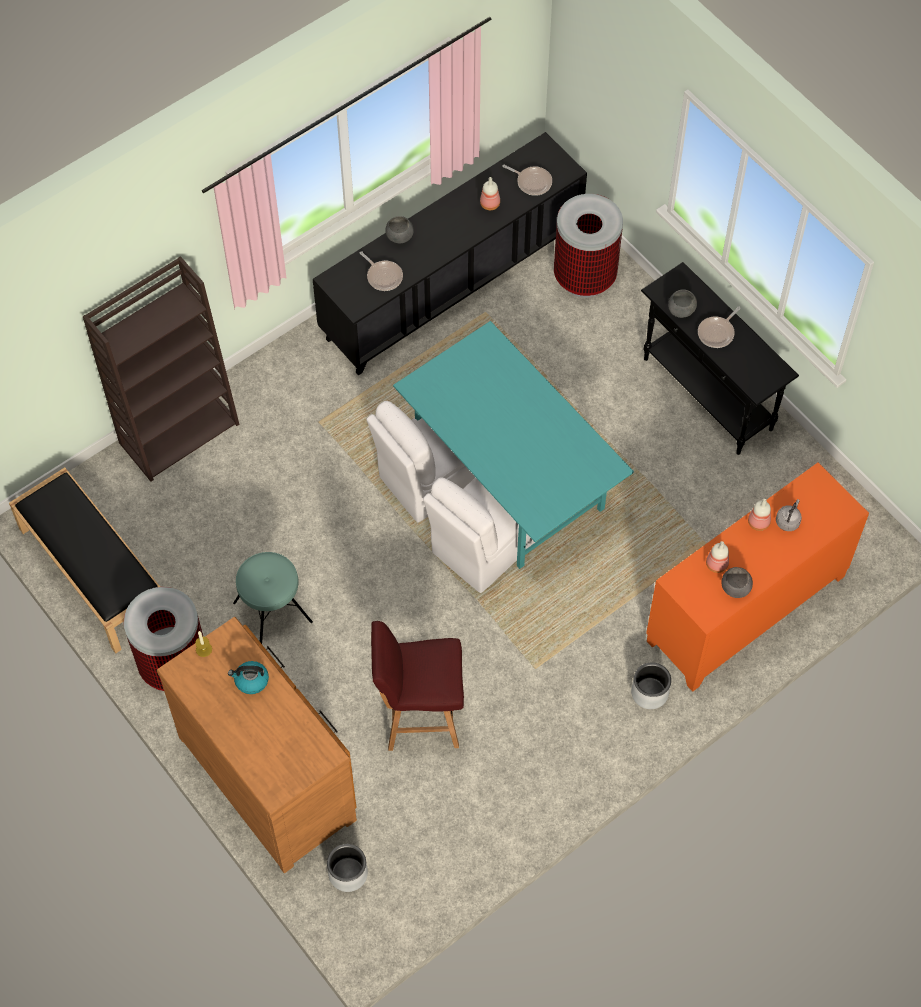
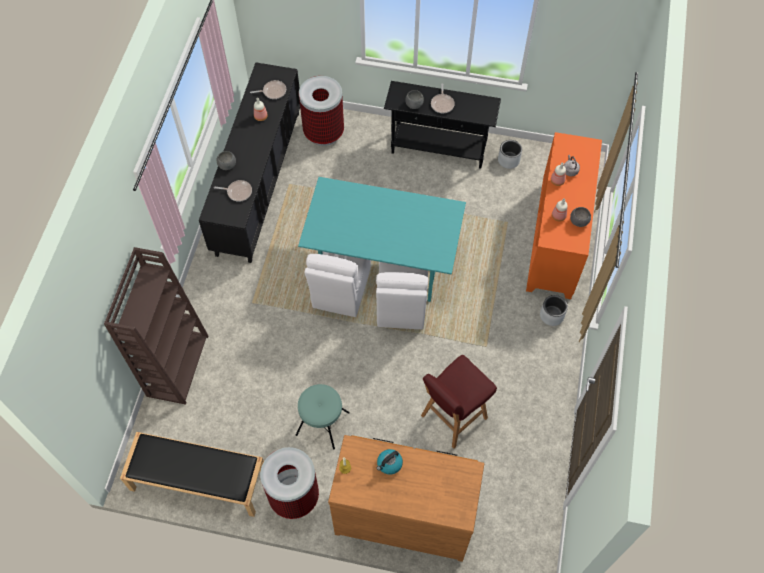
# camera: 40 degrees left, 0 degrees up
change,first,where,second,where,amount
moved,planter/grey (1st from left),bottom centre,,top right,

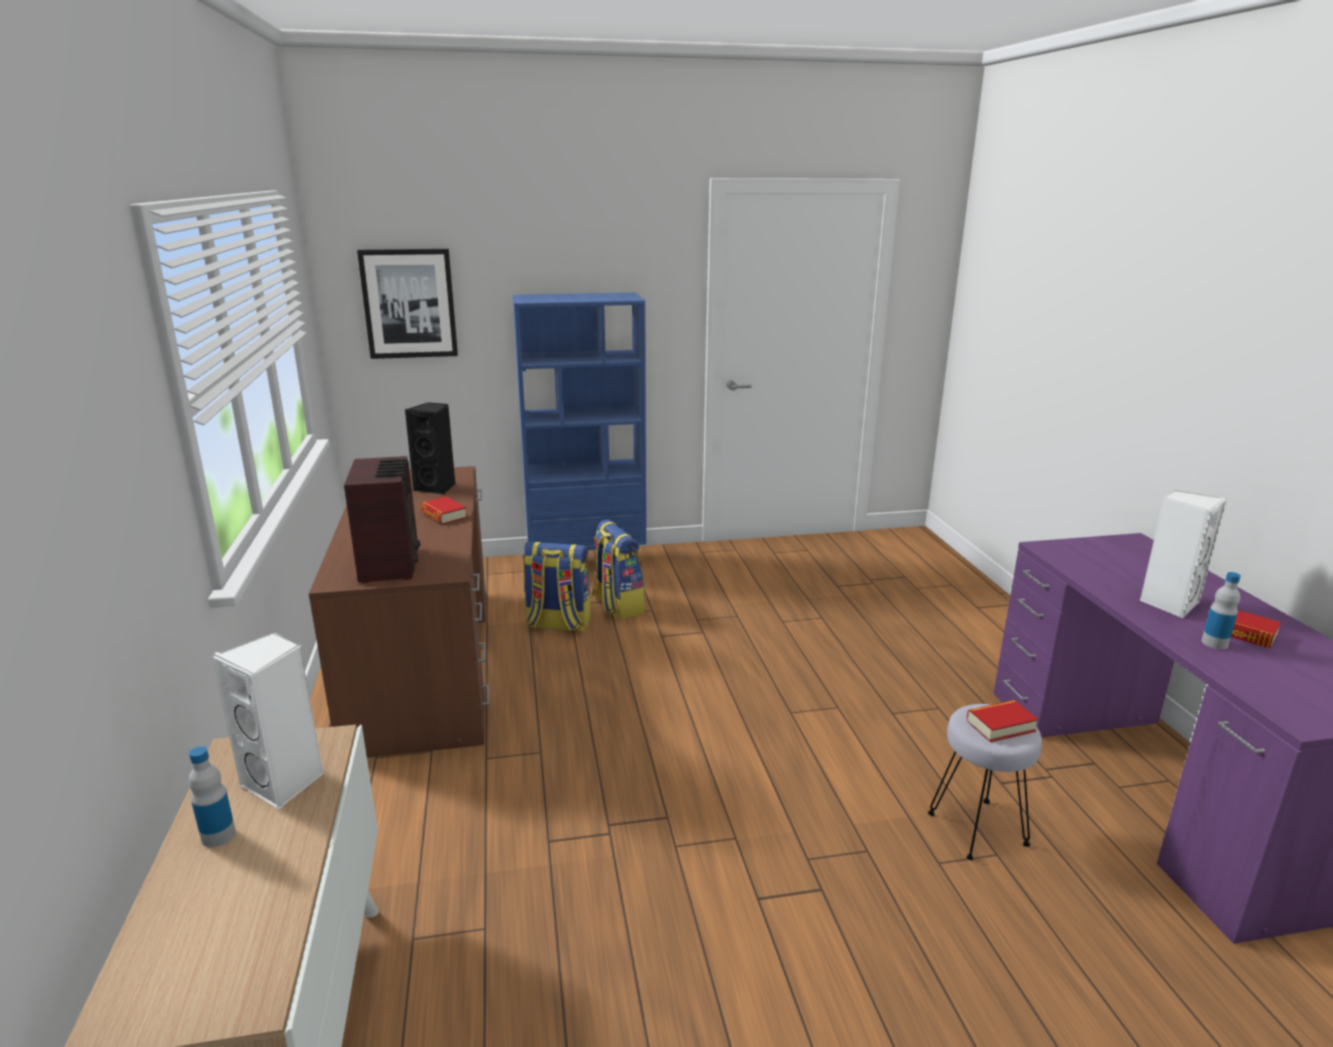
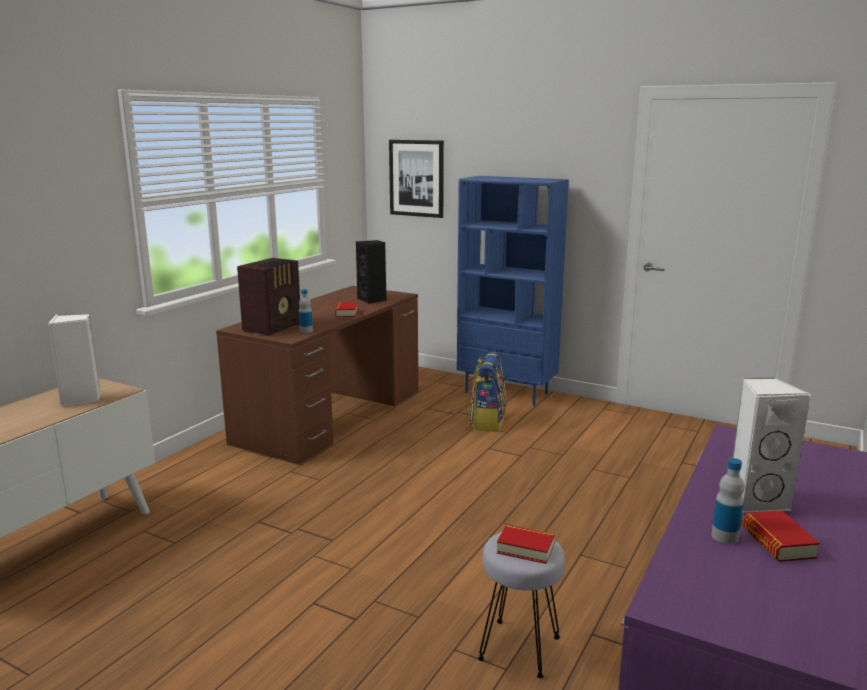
# camera: 40 degrees right, 5 degrees down
change,first,where,second,where,amount
moved,beverage bottle (1st from left),bottom left,,centre,
removed,backpack (1st from left),centre,,,

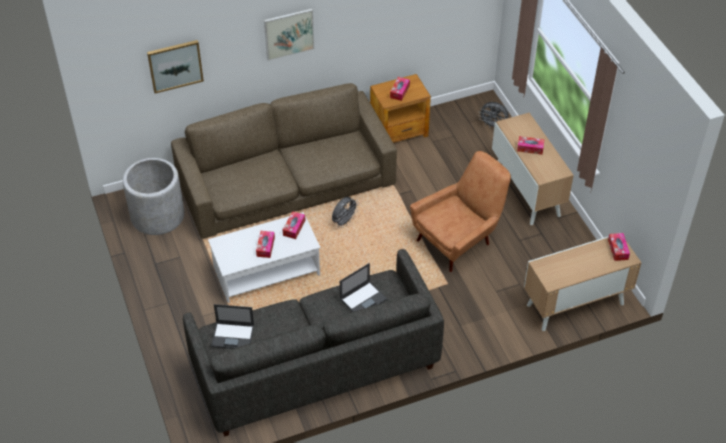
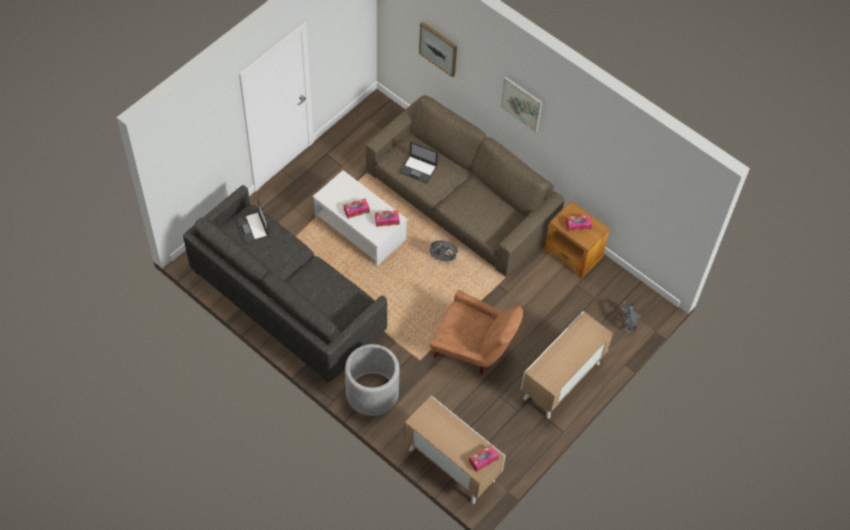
# camera: 60 degrees right, 10 degrees up
change,first,where,second,where,amount
moved,planter/grey,middle left,,bottom centre,
moved,laptop (2nd from left),centre,,top centre,
removed,tissue holder (4th from left),top right,,,

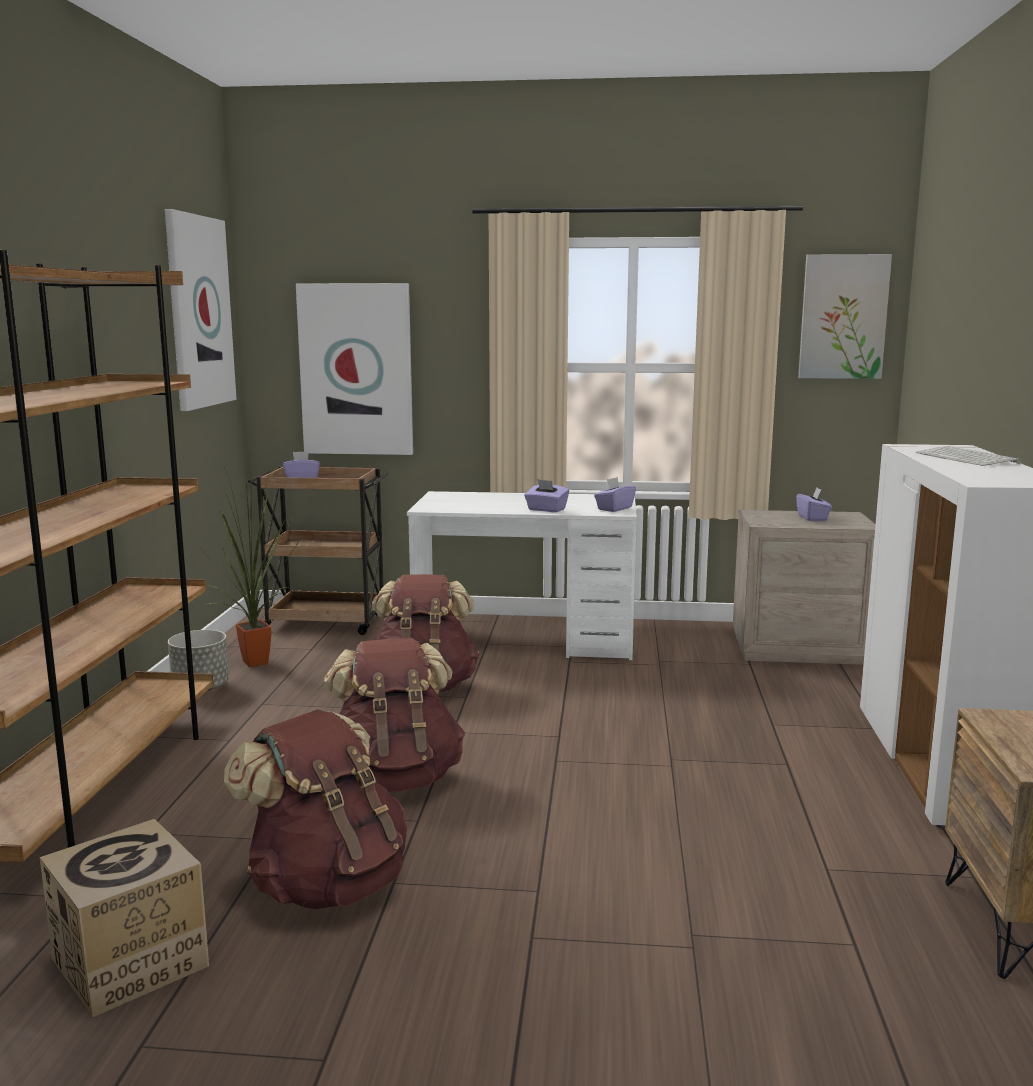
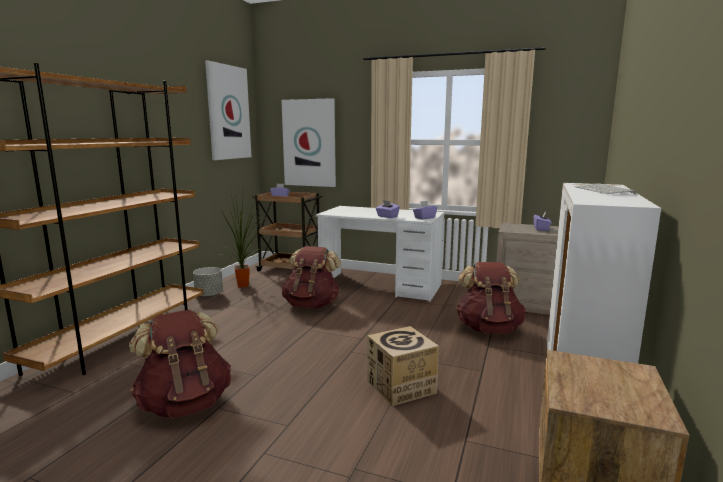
# camera: 15 degrees right, 0 degrees up
change,first,where,second,where,amount
moved,cardboard box,bottom left,,bottom centre,
moved,backpack/brown (2nd from left in the first image),centre,backpack/brown (3rd from left),middle right,
removed,wall art (3rd from left),top right,,,

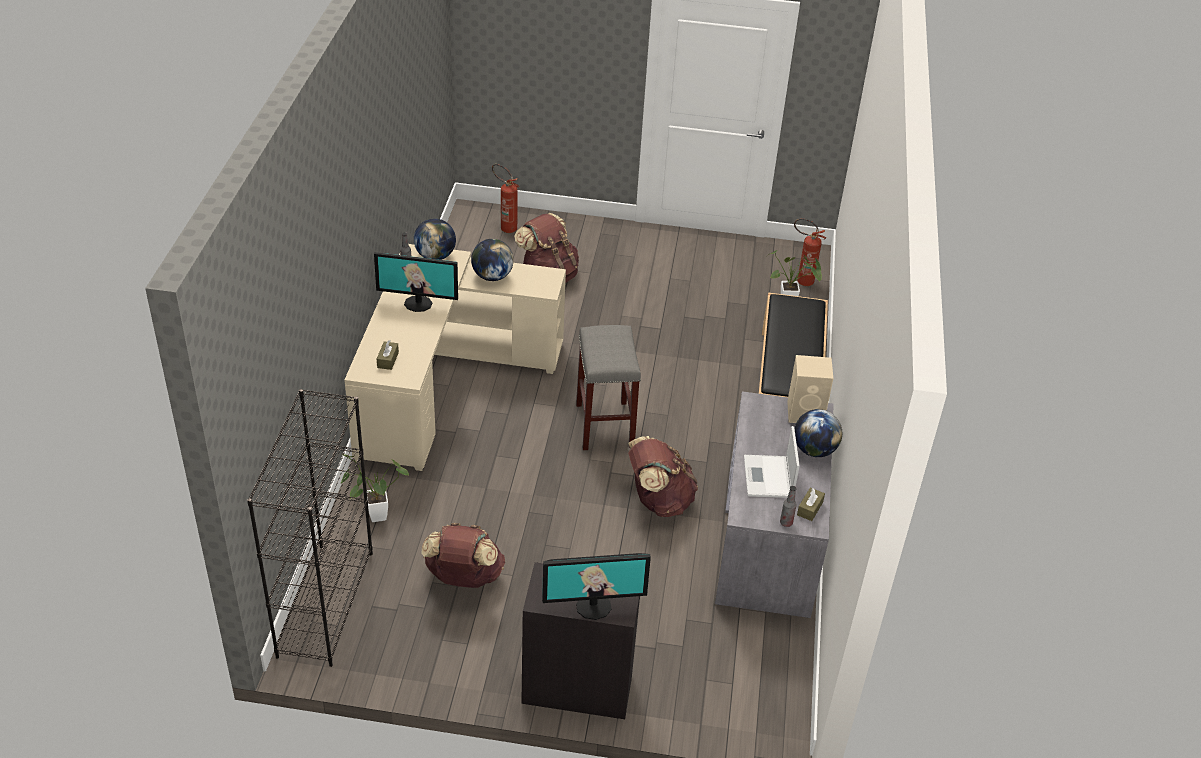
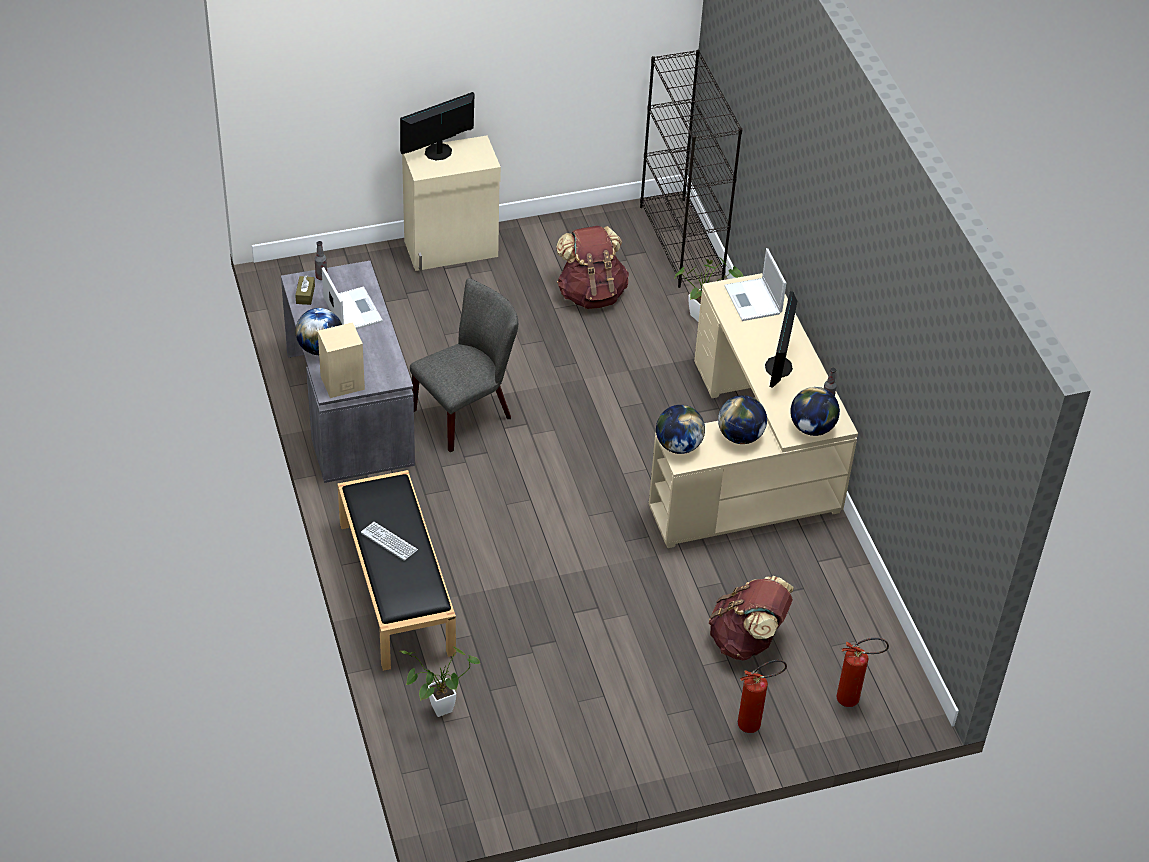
# camera: 155 degrees right, 5 degrees up
change,first,where,second,where,amount
turned,computer screen (1st from left in the first image),centre,computer screen (2nd from left),middle right,60 degrees counterclockwise
replaced,tissue holder/brown (1st from left),middle left,laptop (2nd from left),top centre,
recoloured,cupboard/blackish,bottom centre,cupboard/sand-coloured,top centre,
removed,stool/grey,centre,,,
replaced,backpack/brown (3rd from left),centre,chair/grey,centre,
moved,fire extinguisher (2nd from left in the first image),top right,fire extinguisher (1st from left),bottom centre,
added,,,computer keyboard,centre,
added,,,globe (2nd from left),centre,

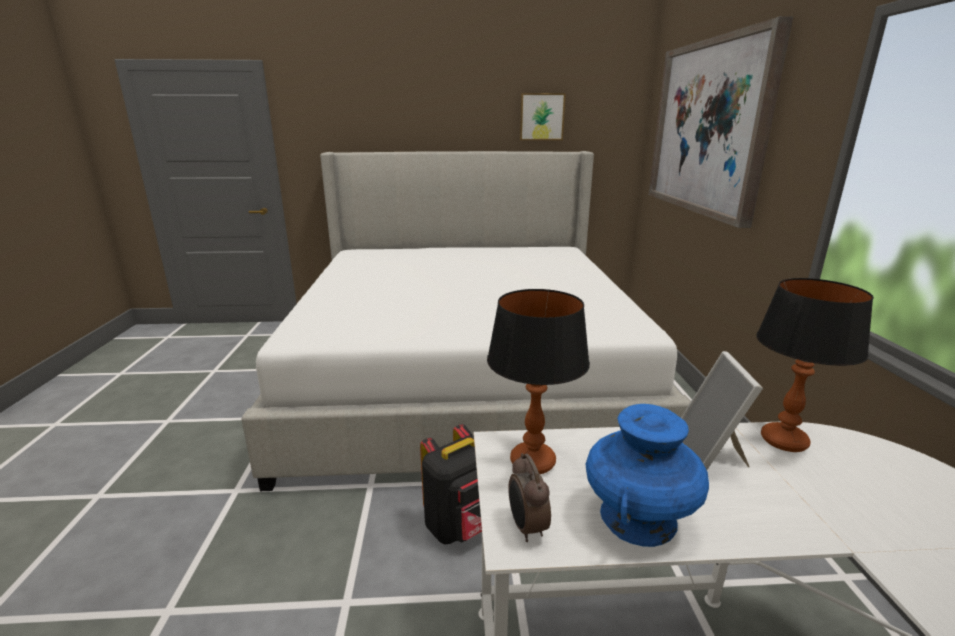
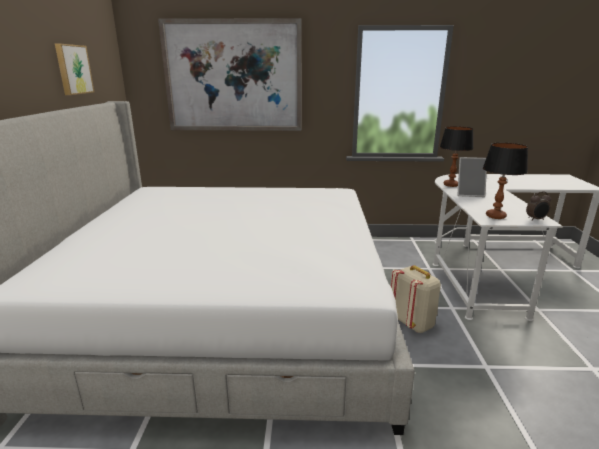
# camera: 85 degrees left, 0 degrees up
change,first,where,second,where,amount
recoloured,backpack/blackish,bottom centre,backpack/sand-coloured,middle right,
removed,vase/blue,bottom right,,,

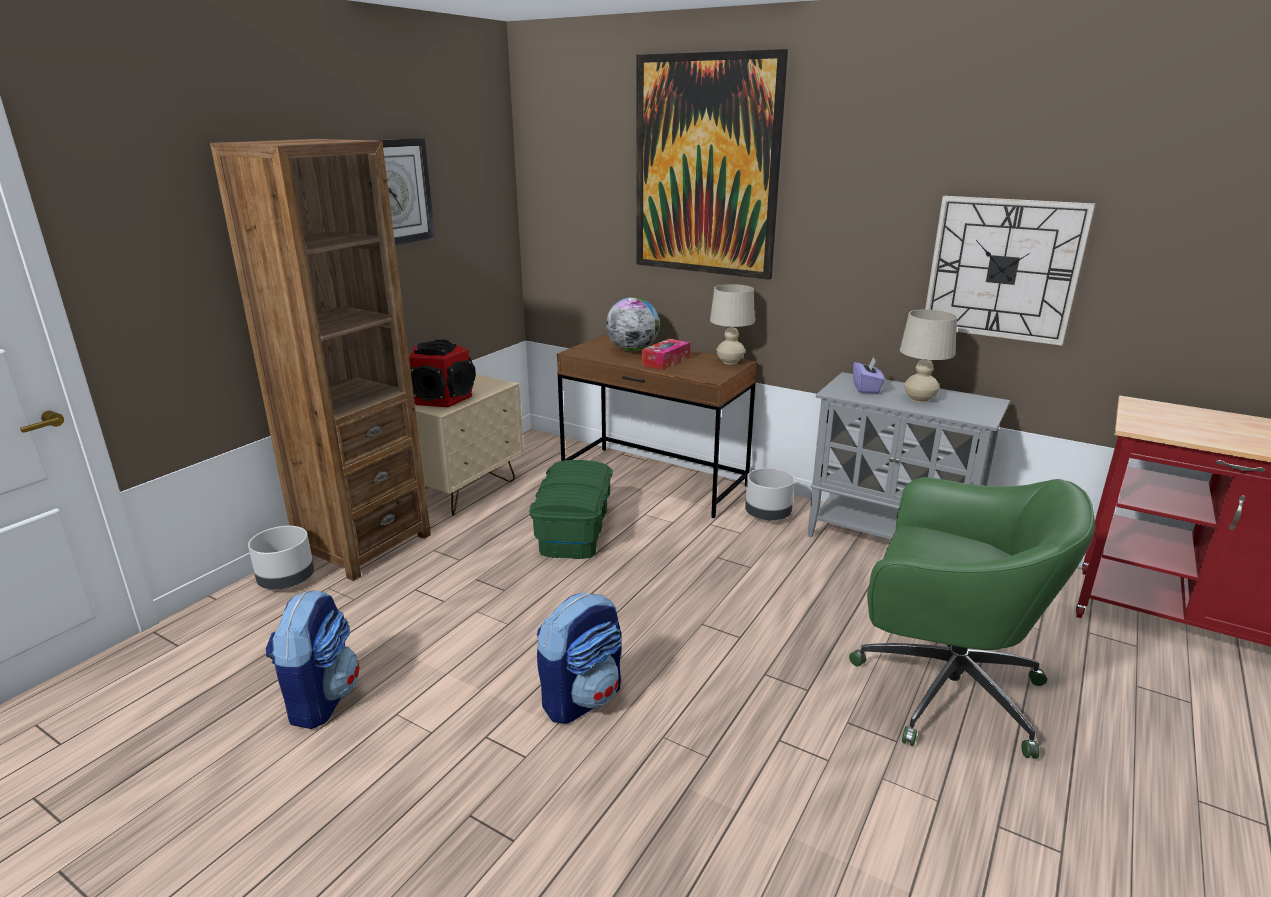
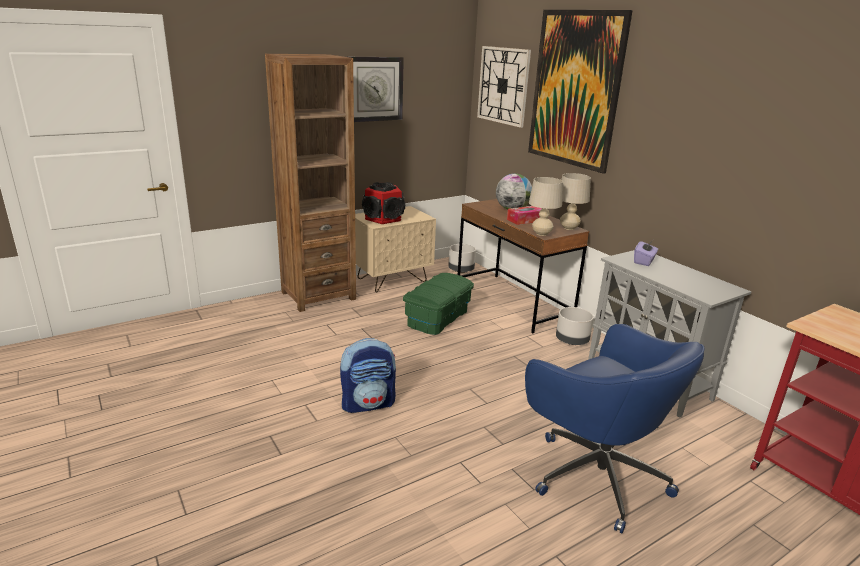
# camera: 25 degrees right, 0 degrees up
change,first,where,second,where,amount
moved,planter/grey (1st from left),middle left,,centre,
removed,backpack (1st from left),bottom left,,,
recoloured,office chair/greenish,bottom right,office chair/blue,bottom right,
moved,table lamp/sand-coloured (2nd from left in the first image),middle right,table lamp/sand-coloured (1st from left),centre,
moved,hanging clock (2nd from left),top right,,top centre,

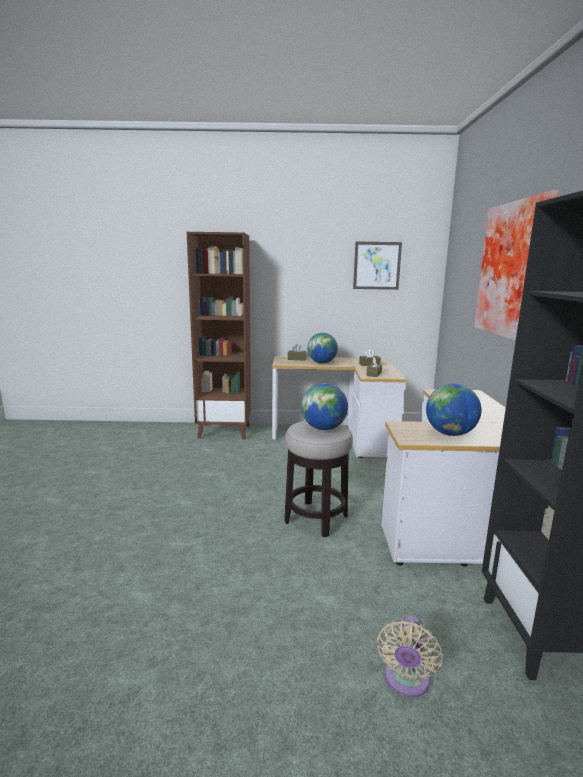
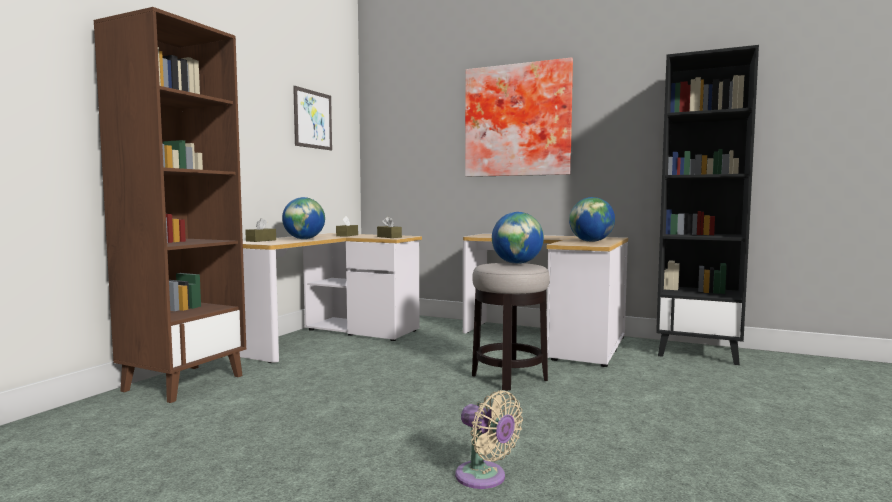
# camera: 65 degrees left, 10 degrees down
change,first,where,second,where,amount
moved,cooling fan/sand-coloured,bottom right,,bottom centre,

